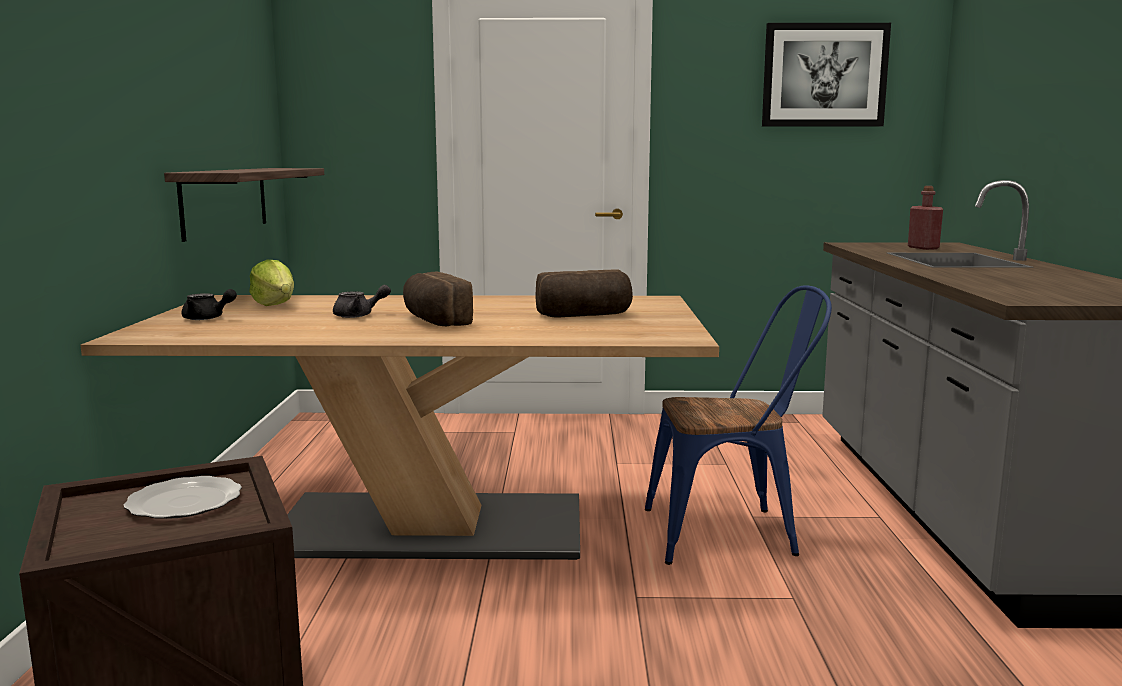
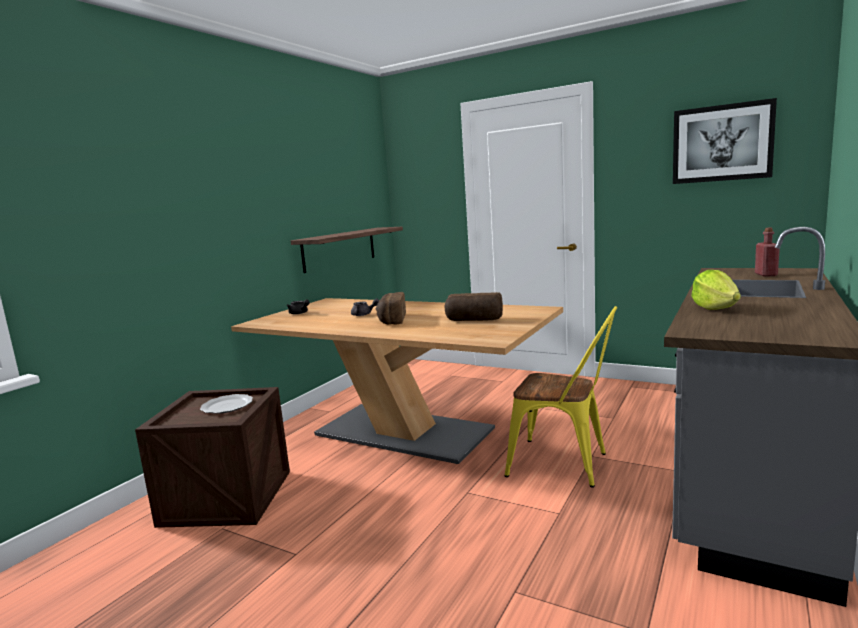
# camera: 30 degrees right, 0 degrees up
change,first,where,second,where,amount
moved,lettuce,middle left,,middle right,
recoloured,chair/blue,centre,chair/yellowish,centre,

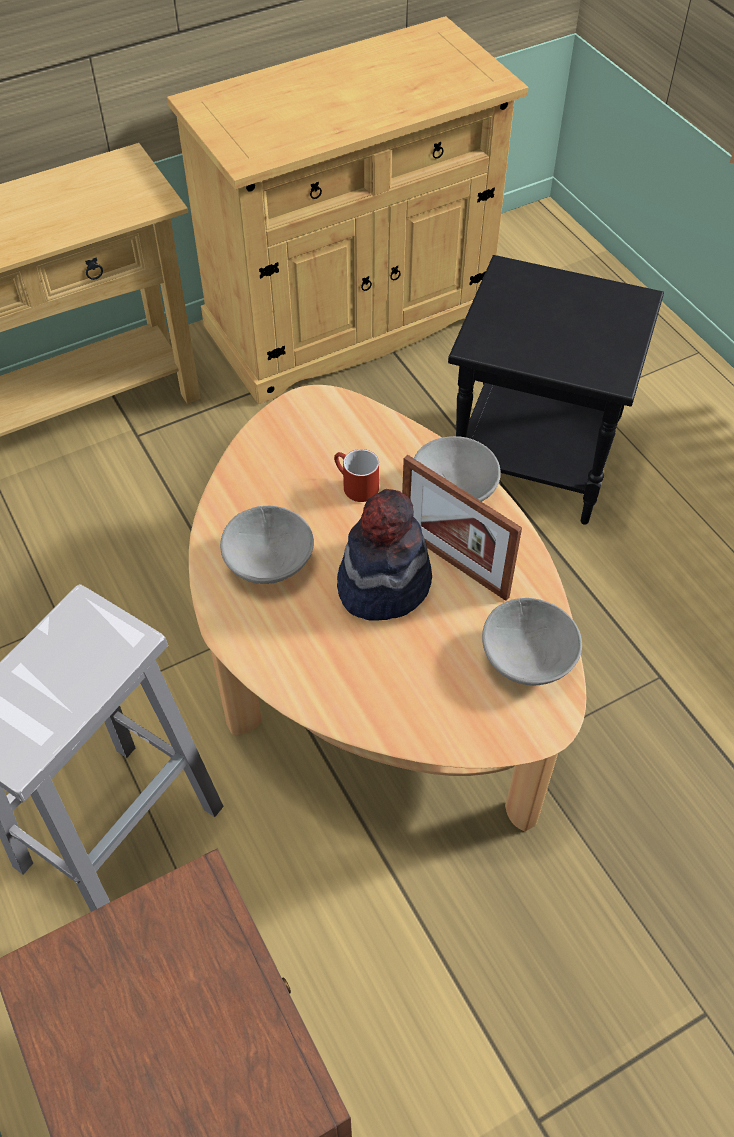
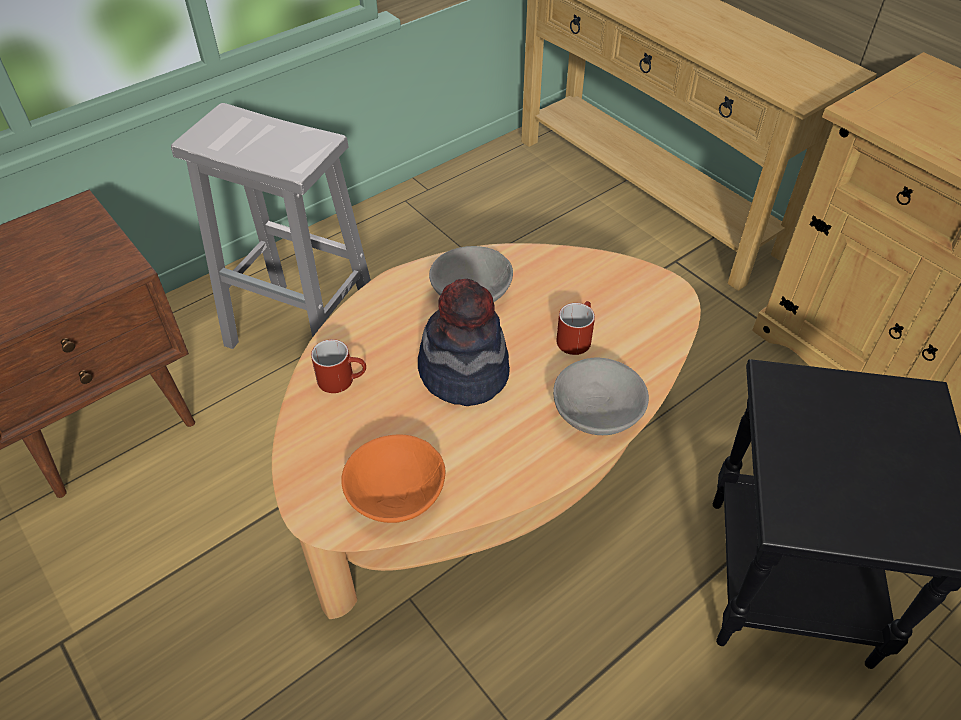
# camera: 80 degrees right, 5 degrees down
change,first,where,second,where,amount
removed,photo frame,centre,,,
recoloured,bowl/grey (3rd from left),middle right,bowl/orange,centre,
added,,,coffee mug/red-coloured (1st from left),centre,

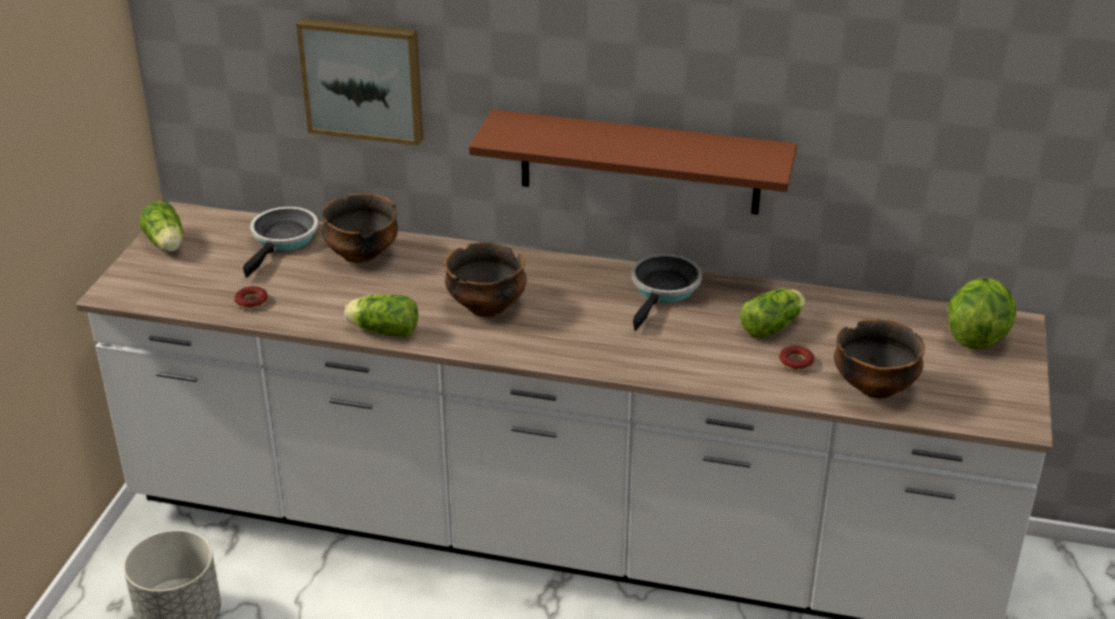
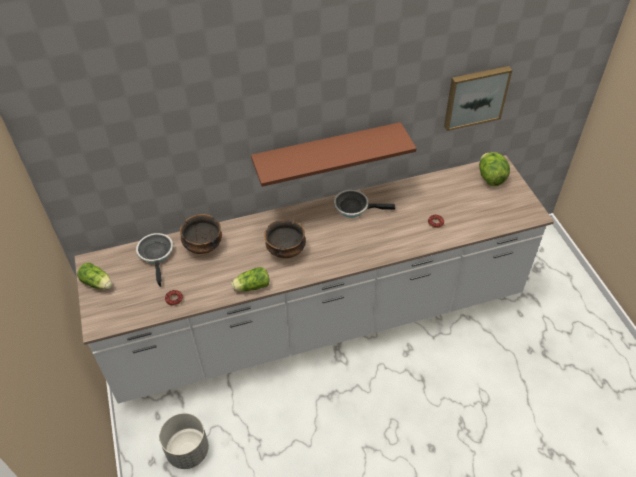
# camera: 30 degrees left, 15 degrees up
change,first,where,second,where,amount
moved,wall art,top left,,top right,
turned,skillet (2nd from left),centre,,centre,75 degrees counterclockwise
removed,lettuce (3rd from left),middle right,,,
removed,bowl (3rd from left),middle right,,,

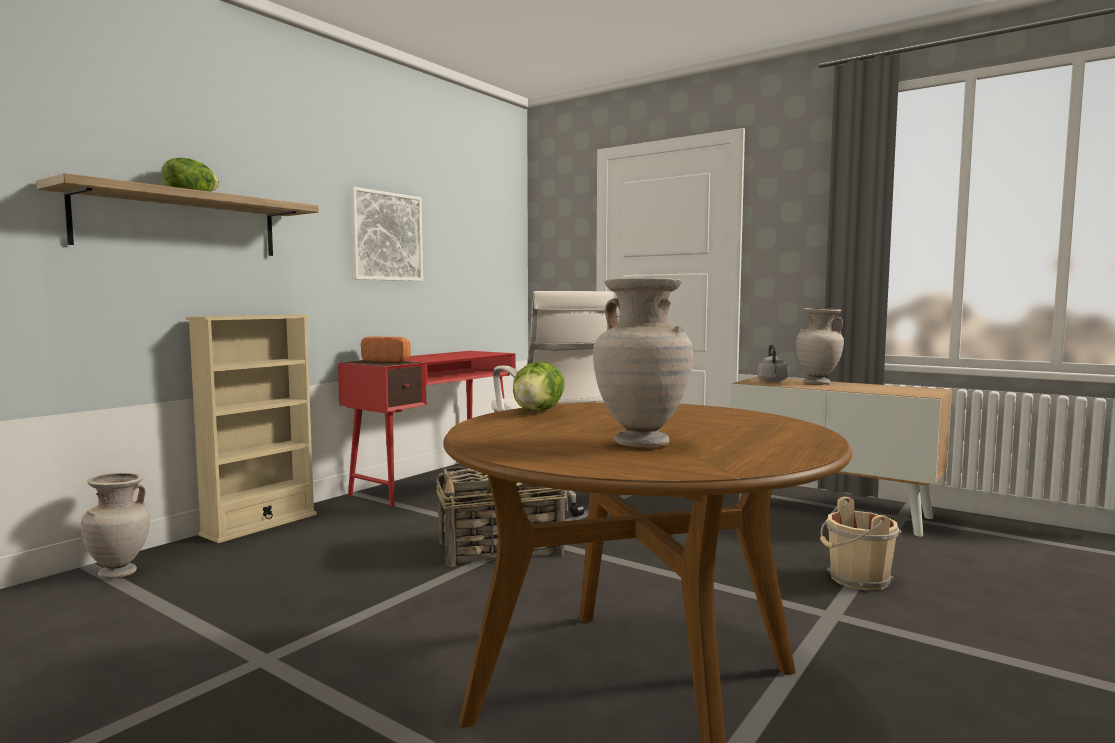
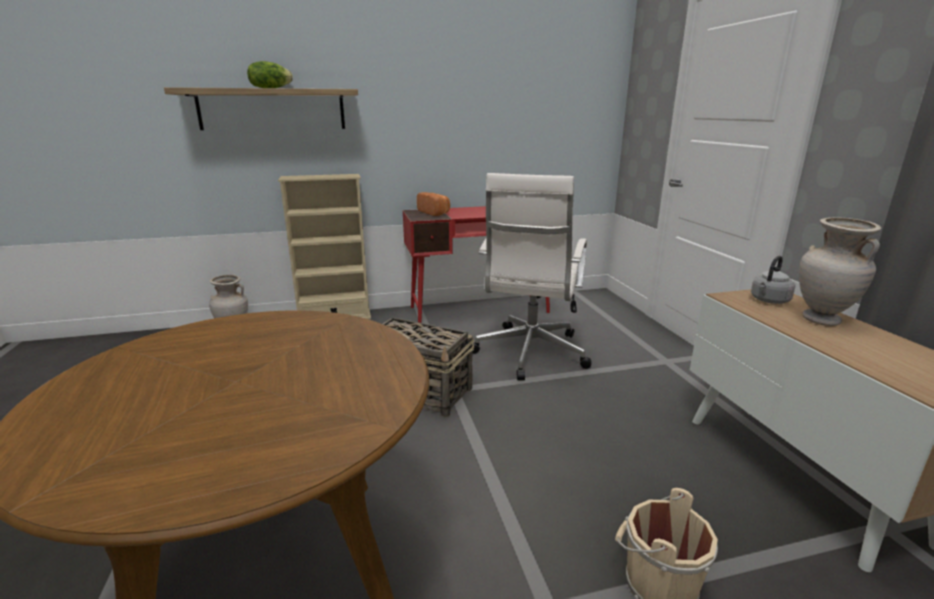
# camera: 40 degrees right, 15 degrees up
change,first,where,second,where,amount
removed,wall art,top centre,,,
removed,lettuce (2nd from left),centre,,,
removed,vase/sand-coloured (2nd from left),centre,,,

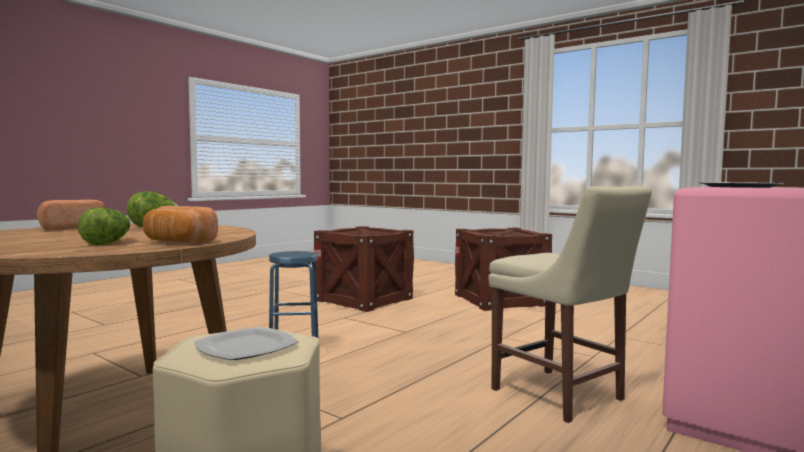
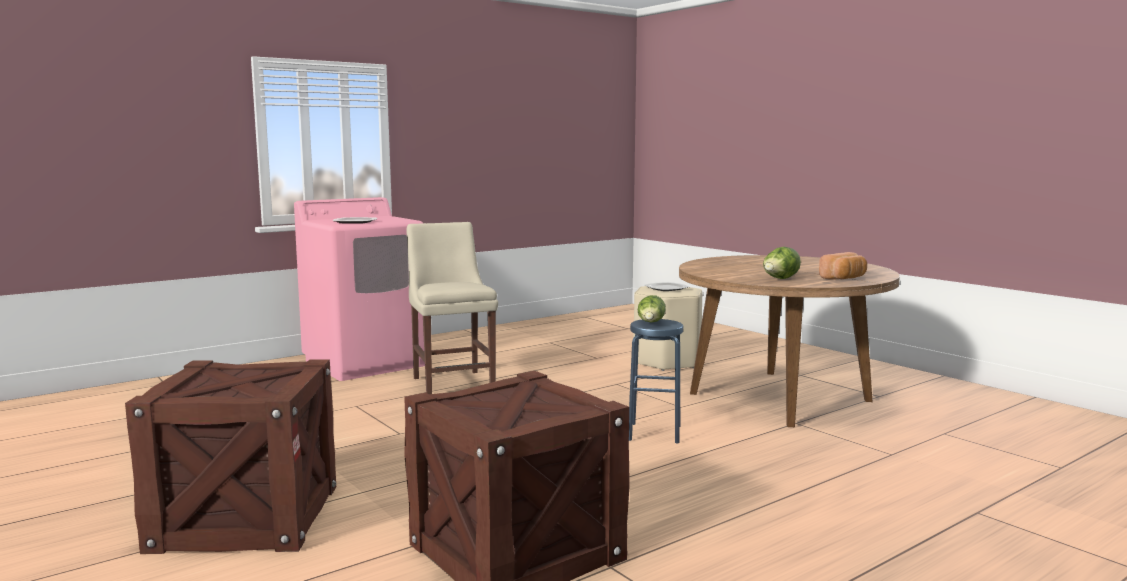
# camera: 165 degrees left, 5 degrees up
change,first,where,second,where,amount
moved,lettuce (1st from left),middle left,,centre,
removed,bakery bread (2nd from left),middle left,,,

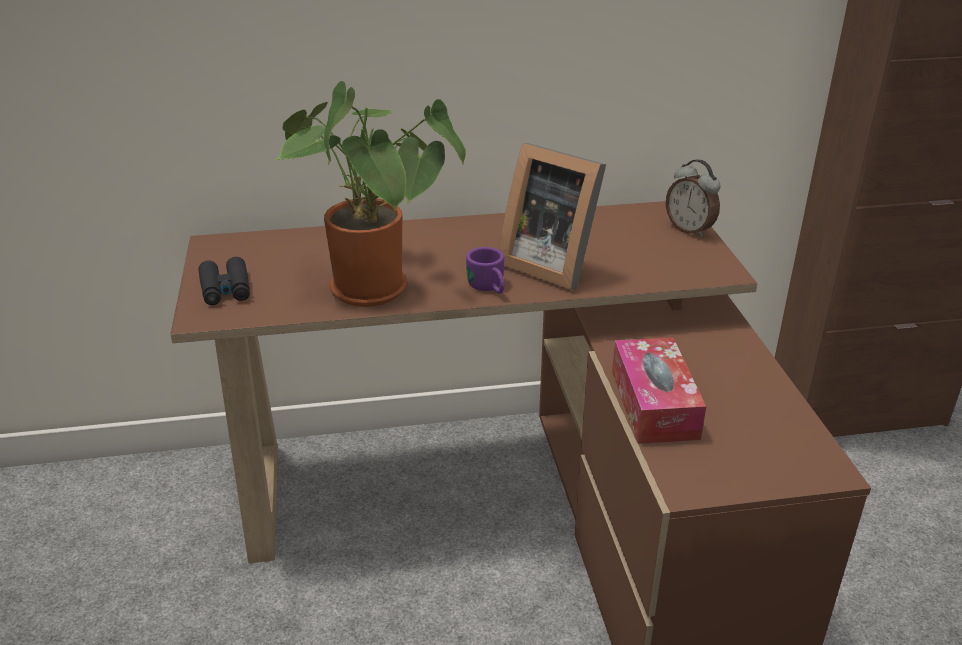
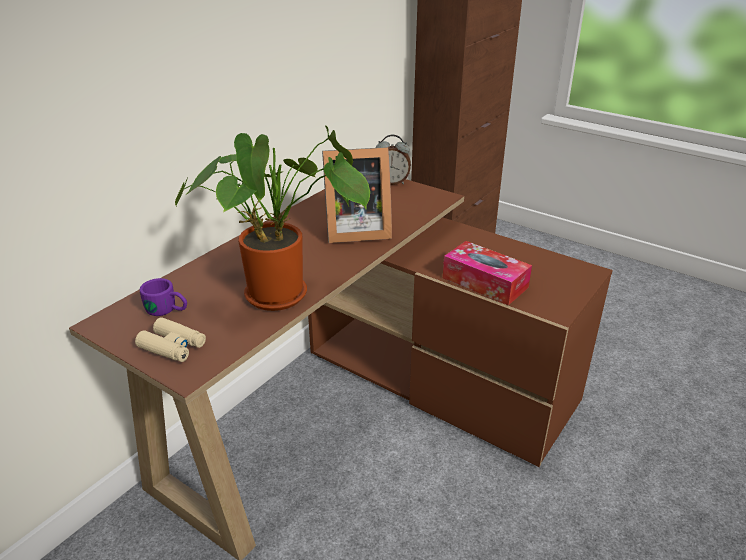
# camera: 45 degrees left, 0 degrees up
change,first,where,second,where,amount
recoloured,binoculars/blackish,middle left,binoculars/sand-coloured,middle left,
moved,coffee mug/purple-coloured,centre,,middle left,

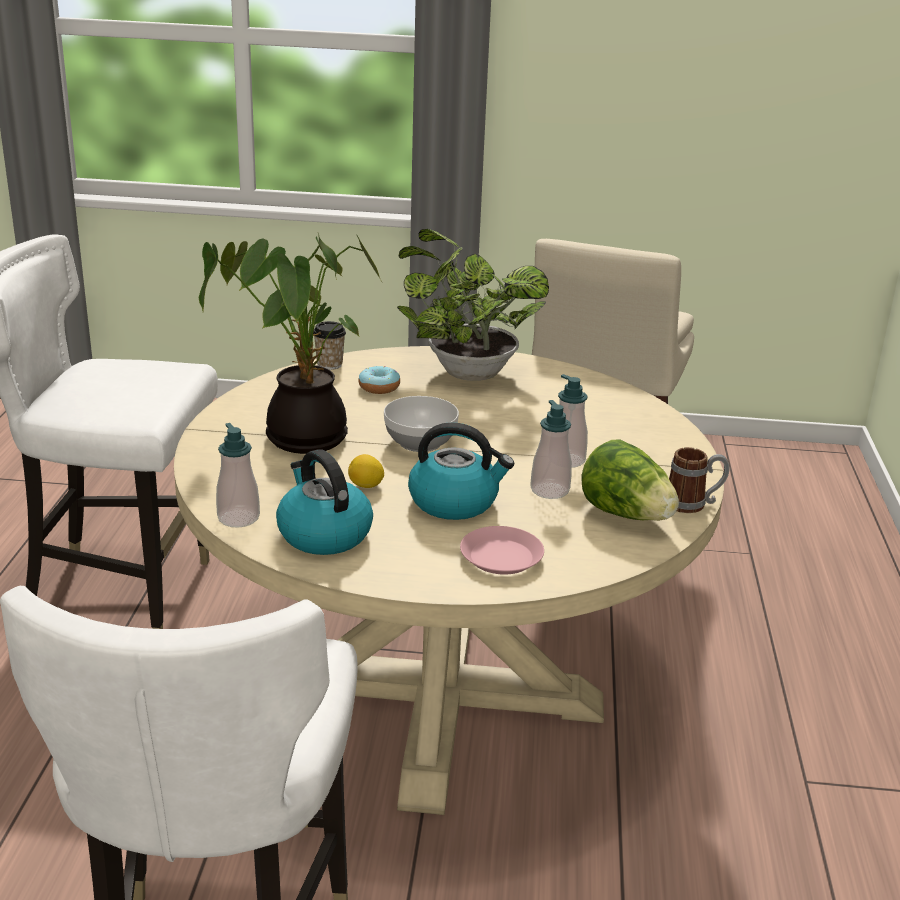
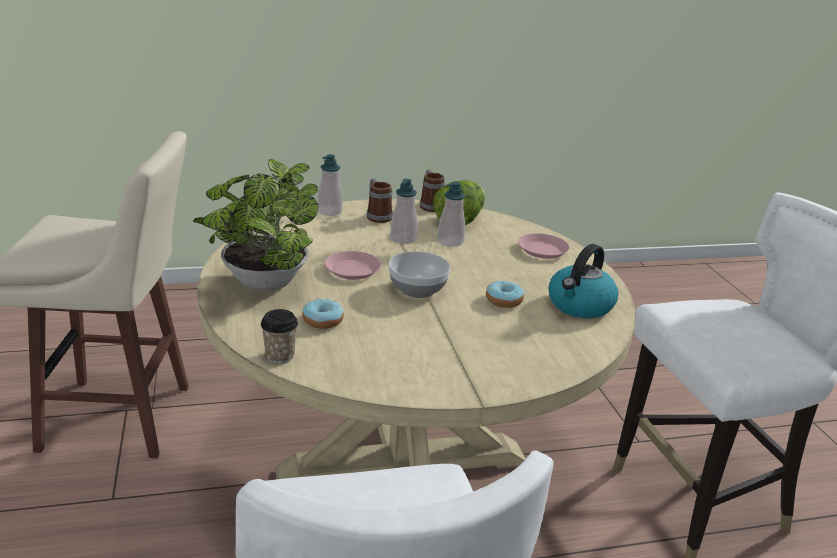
# camera: 110 degrees left, 0 degrees up
change,first,where,second,where,amount
removed,plant in a pot (1st from left),middle left,,,
moved,soap bottle (1st from left),middle left,,top centre,
replaced,lemon,centre,ring doughnut (2nd from left),centre,
removed,water kettle (2nd from left),centre,,,
added,,,plate/pink-coloured (1st from left),centre,
added,,,coffee mug (1st from left),centre,

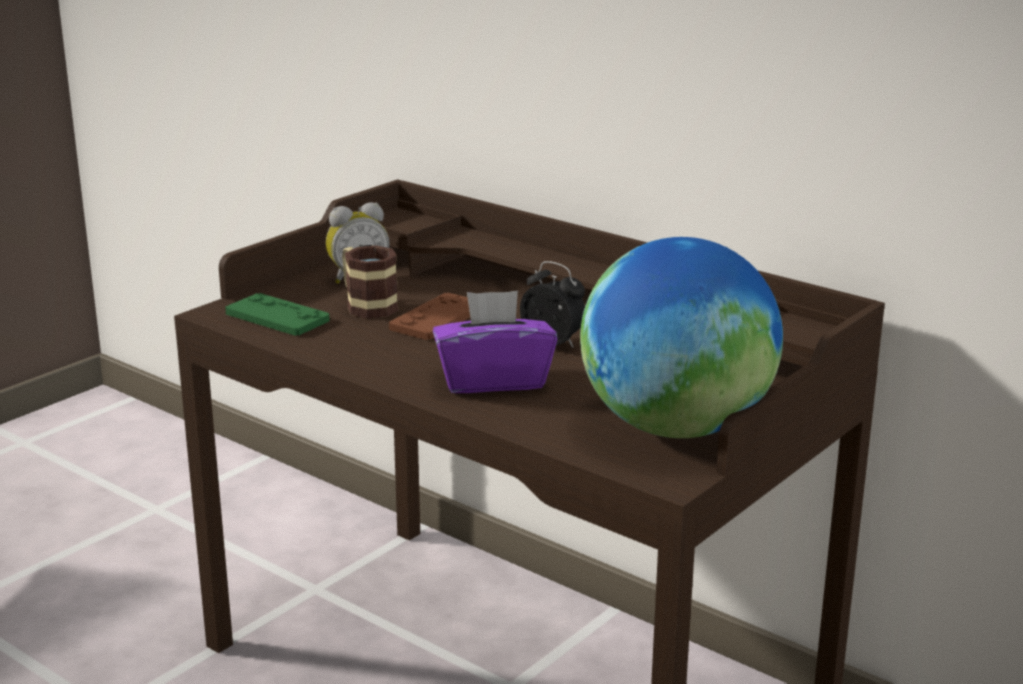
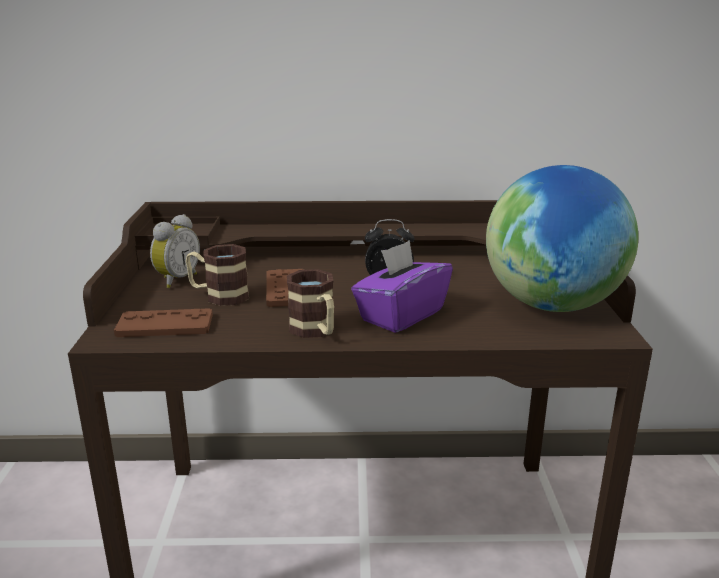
# camera: 40 degrees left, 0 degrees up
change,first,where,second,where,amount
recoloured,game controller/greenish,middle left,game controller/brown (1st from left),middle left,
added,,,coffee mug (2nd from left),centre,

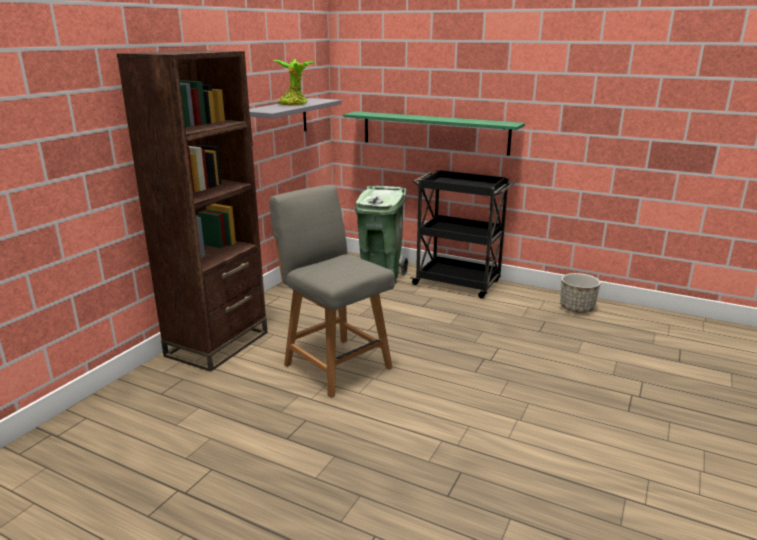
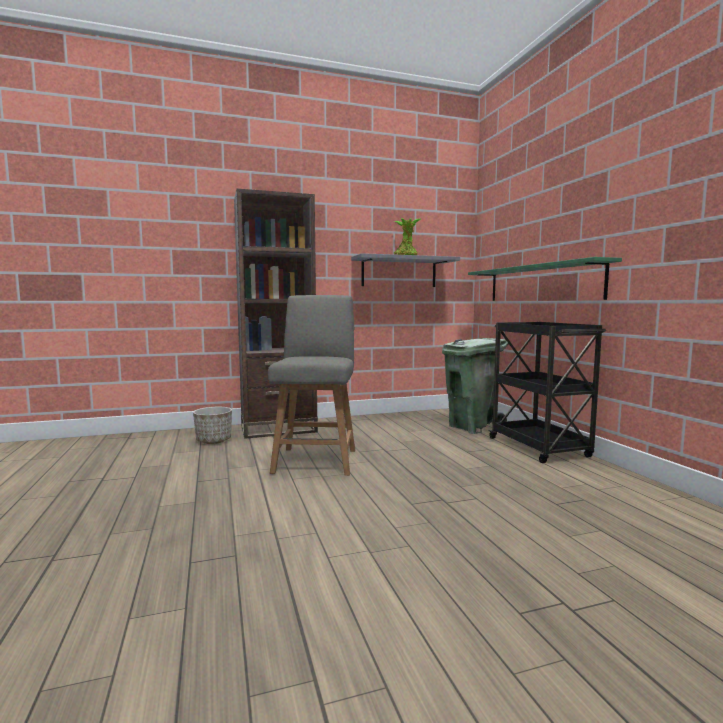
# camera: 45 degrees right, 15 degrees down
change,first,where,second,where,amount
moved,planter,middle right,,middle left,

